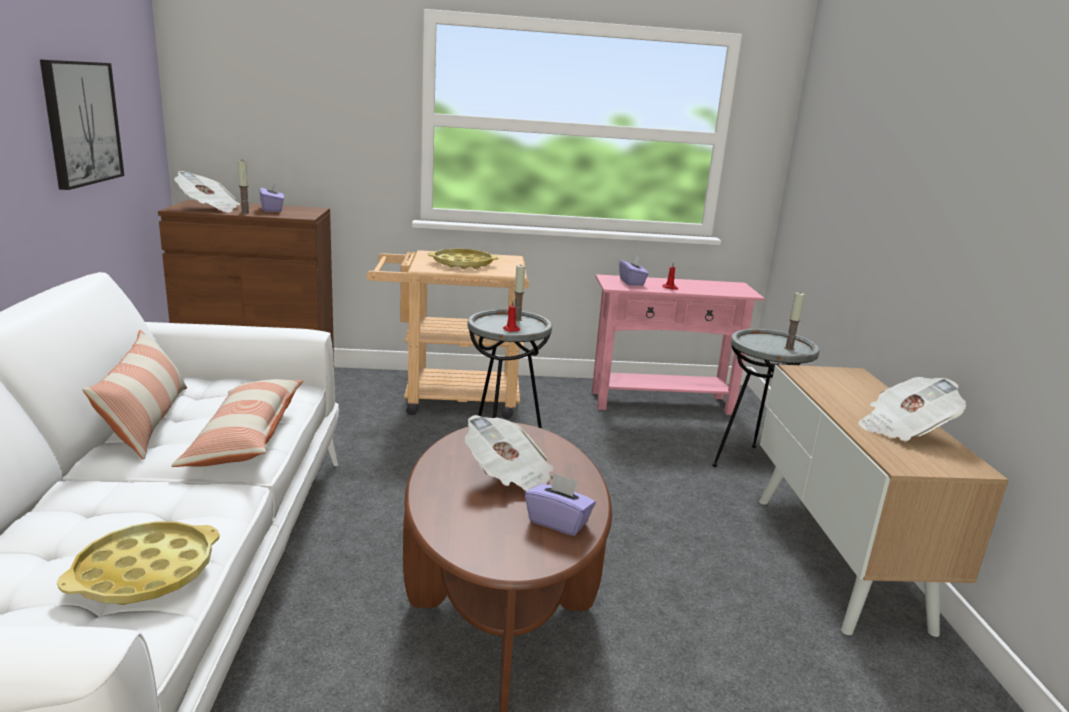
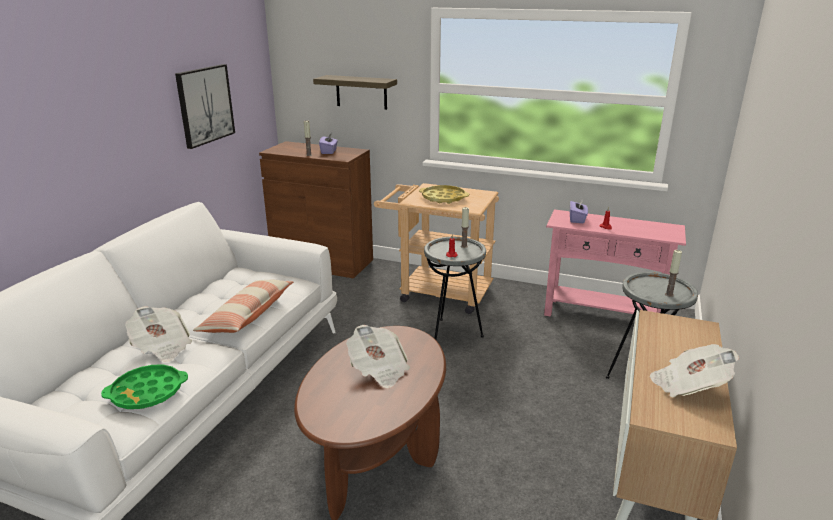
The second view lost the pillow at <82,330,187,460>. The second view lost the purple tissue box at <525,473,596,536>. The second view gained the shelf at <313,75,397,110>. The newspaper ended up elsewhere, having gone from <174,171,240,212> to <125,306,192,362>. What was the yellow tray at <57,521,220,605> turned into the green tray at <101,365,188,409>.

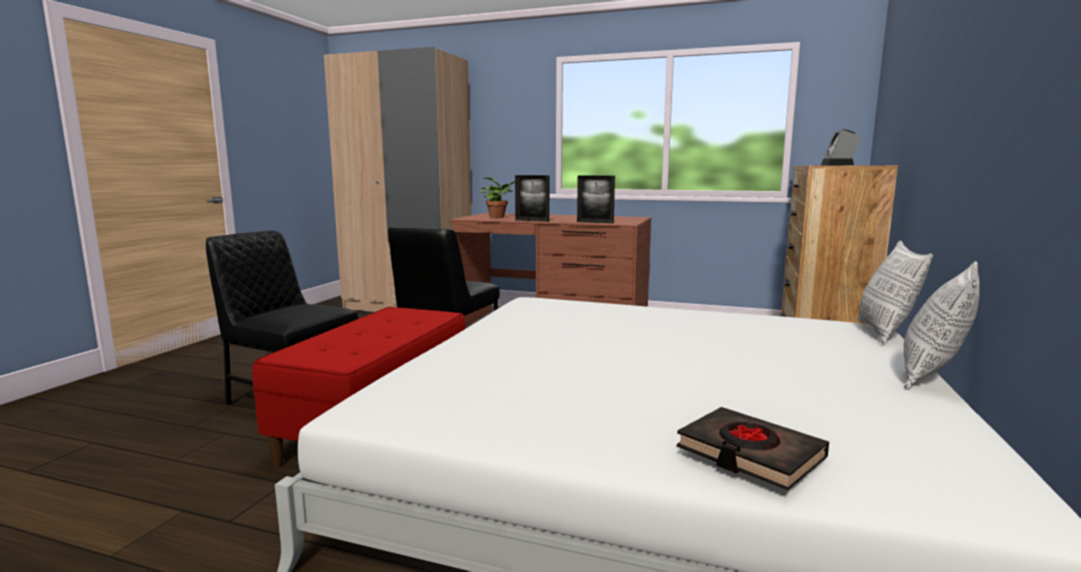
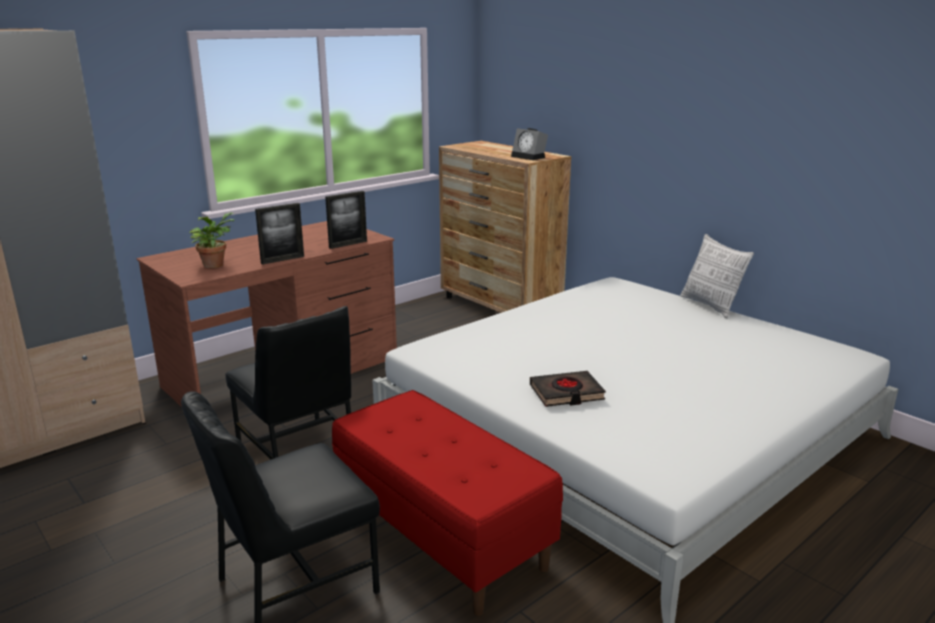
The second view lost the pillow at <857,240,933,344>. The black book ended up elsewhere, having gone from <677,407,829,490> to <530,371,606,407>.

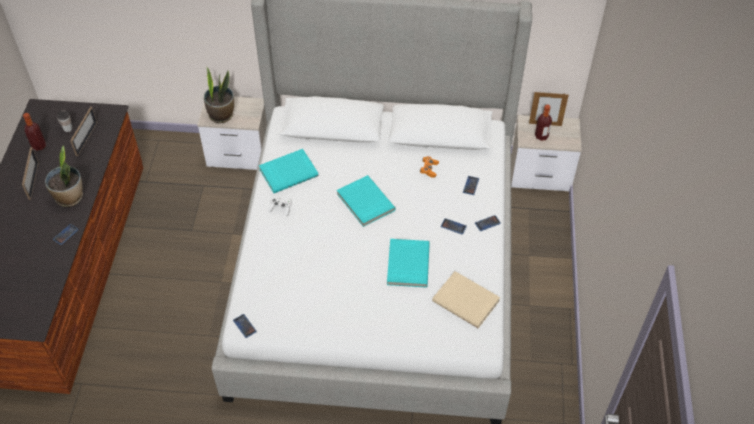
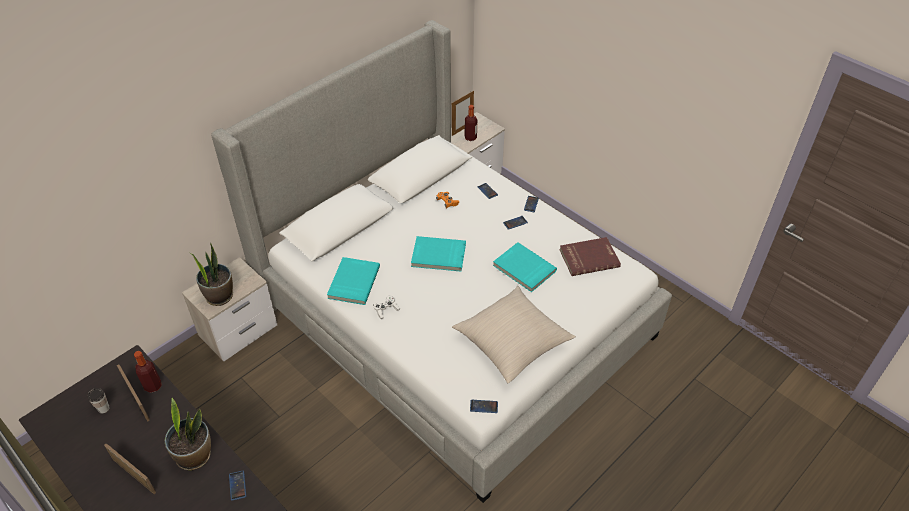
The second view gained the beige pillow at <452,286,576,383>. The bottle ended up elsewhere, having gone from <23,113,46,151> to <134,351,162,393>. What was the beige book at <432,271,500,328> turned into the red book at <559,237,621,276>.

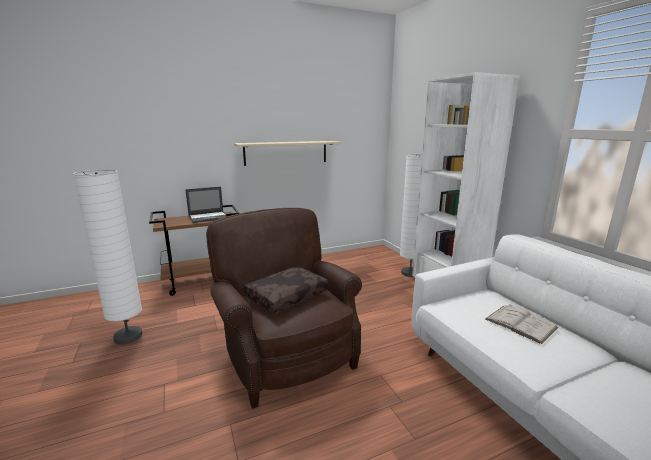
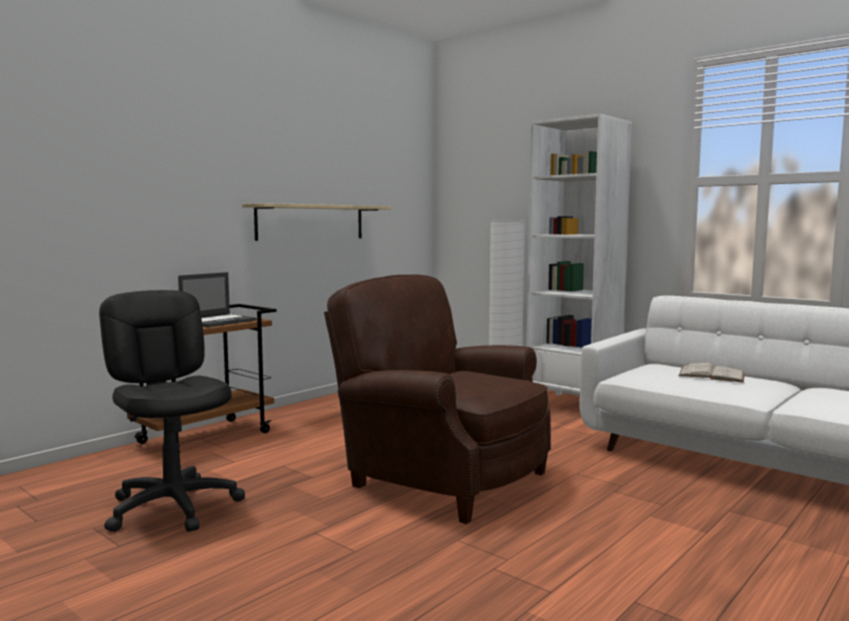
The second view lost the brown pillow at <244,266,328,314>. Where the white floor lamp stood at <73,169,142,345>, the black office chair came to stand at <99,290,245,532>.

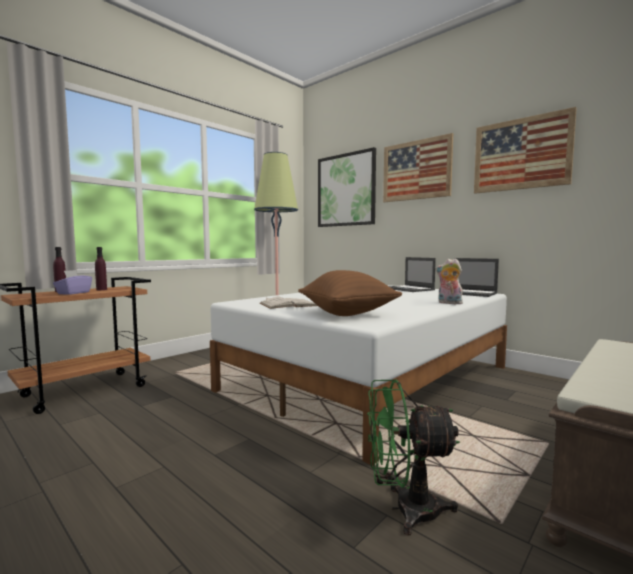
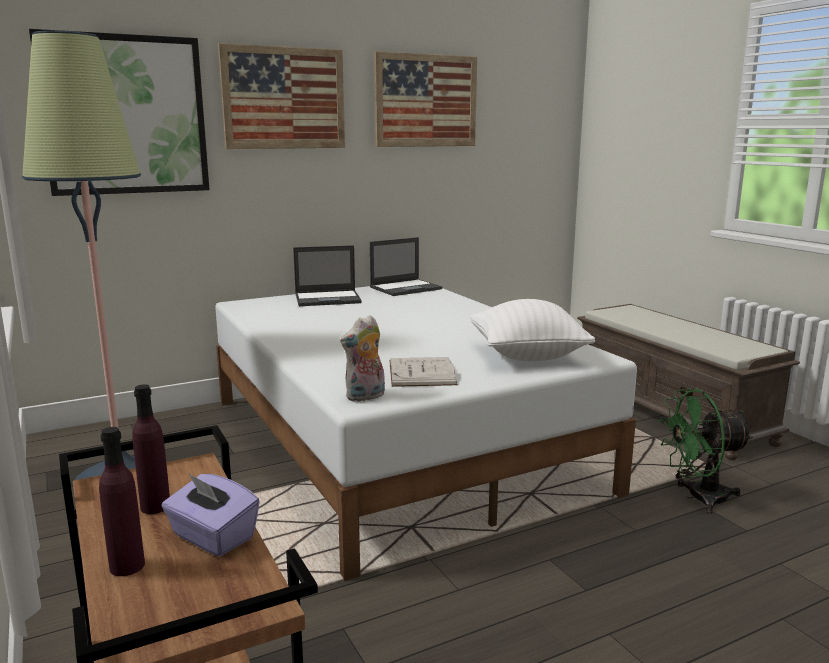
The plush toy ended up elsewhere, having gone from <435,258,463,304> to <340,315,385,402>. What was the brown pillow at <298,270,402,316> turned into the white pillow at <470,299,595,361>. The green fan at <367,379,460,536> ended up facing another way, 60 degrees clockwise from before.

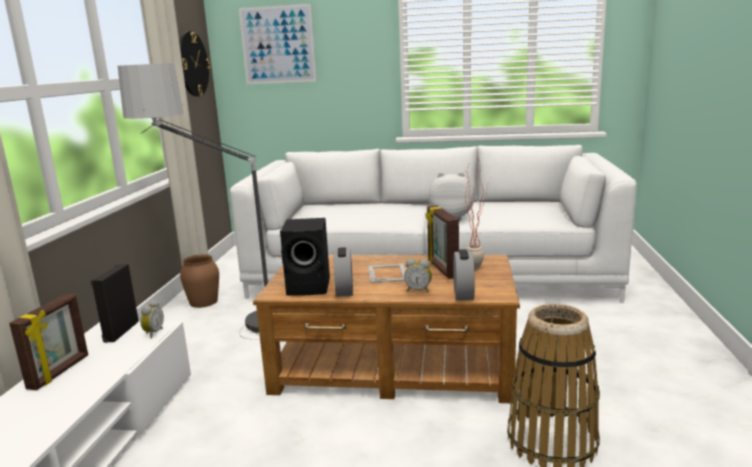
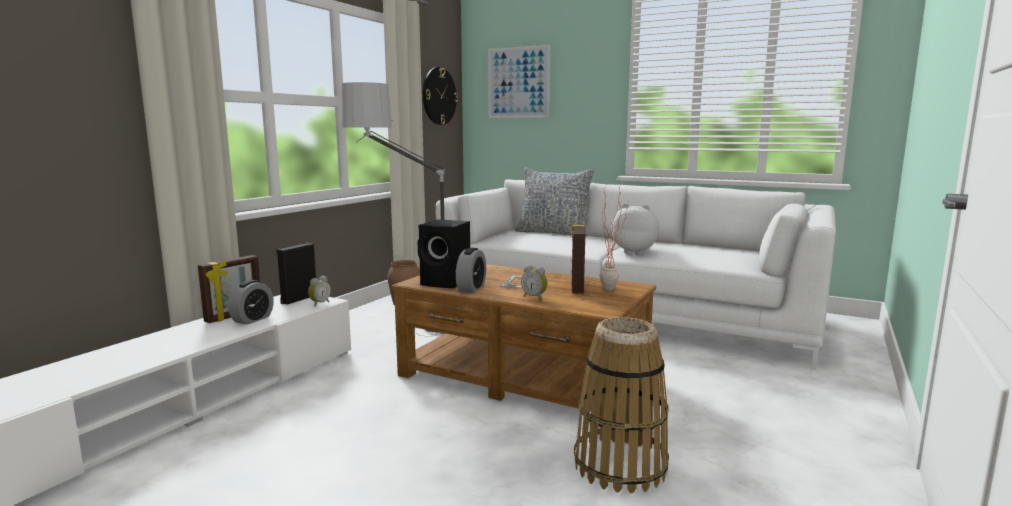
The second view gained the pillow at <515,167,595,236>. The alarm clock ended up elsewhere, having gone from <453,249,475,301> to <228,280,274,325>.

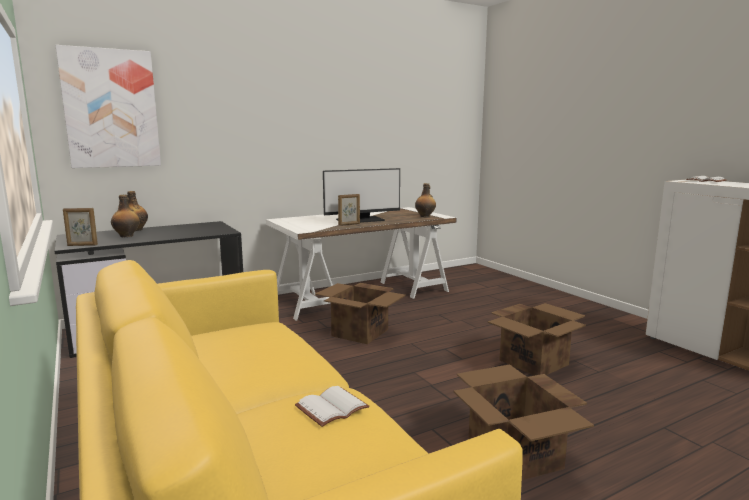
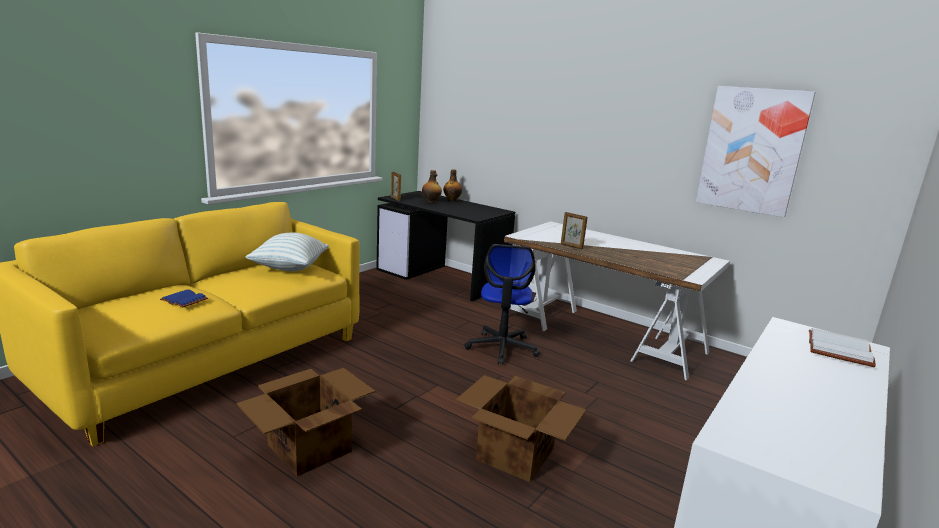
The second view lost the monitor at <323,168,400,223>. The second view lost the bottle at <415,183,436,217>. The second view gained the pillow at <245,233,329,271>. The picture ended up elsewhere, having gone from <55,45,161,168> to <696,86,815,217>. Where the cardboard box stood at <315,283,406,344>, the office chair came to stand at <464,244,540,365>. What was the white book at <295,386,370,427> turned into the blue book at <160,289,208,308>.

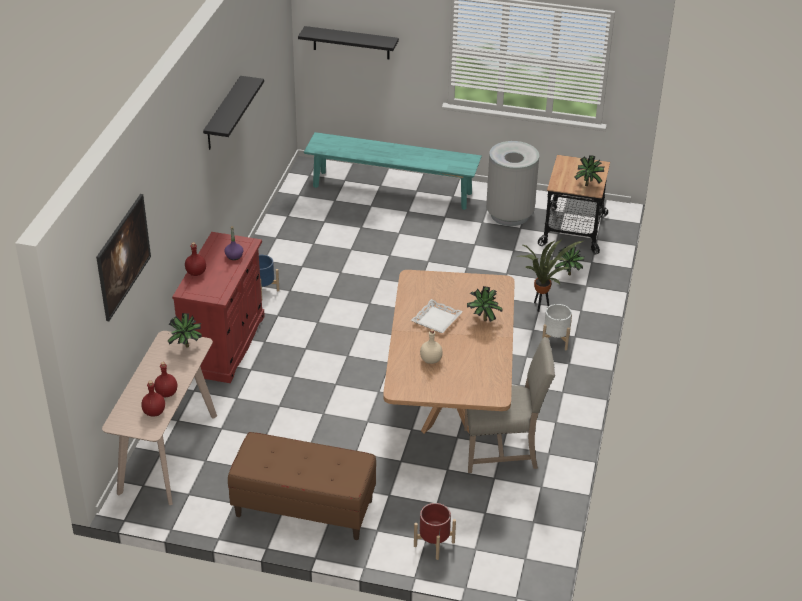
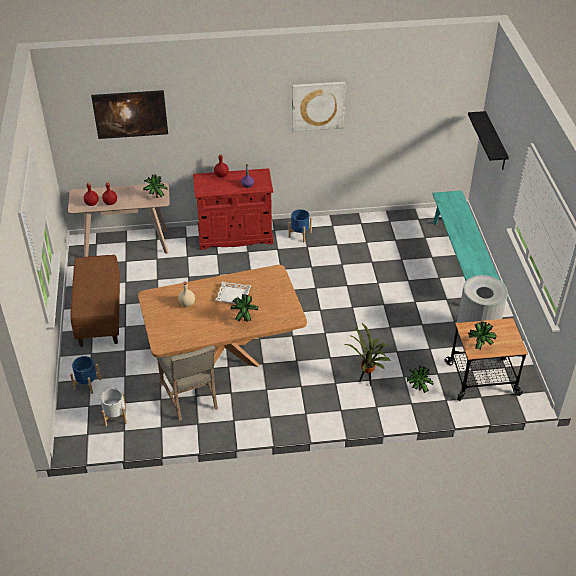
The white planter ended up elsewhere, having gone from <542,304,572,350> to <100,388,127,427>. Where the black shelf hung at <203,76,264,150>, the picture came to hang at <292,82,346,132>. What was the red planter at <414,503,456,560> turned into the blue planter at <70,356,101,394>.

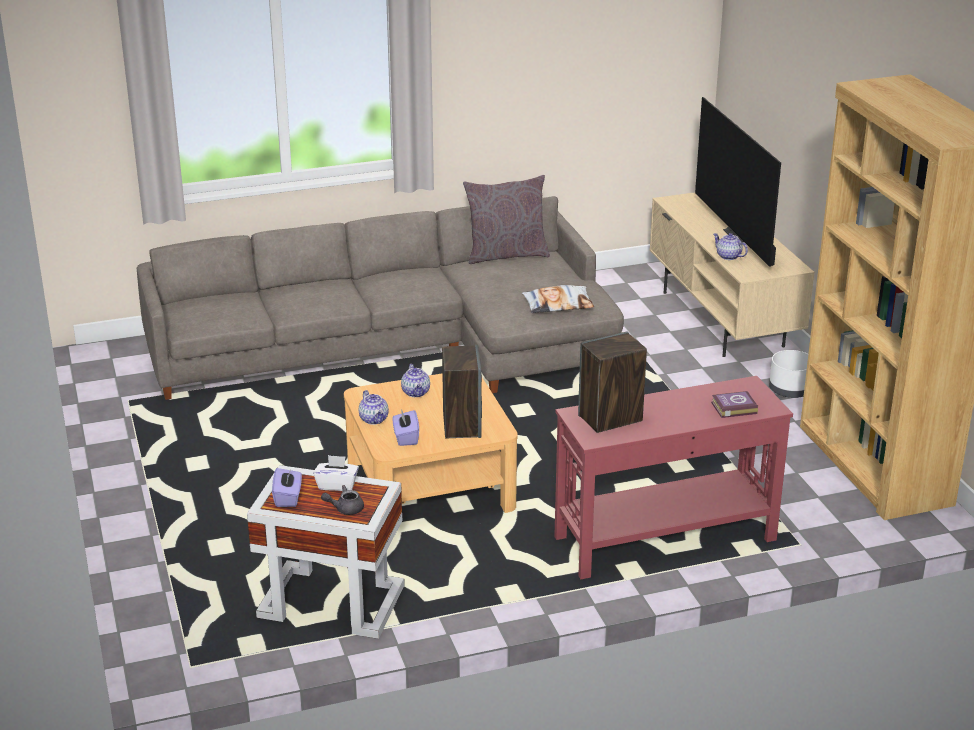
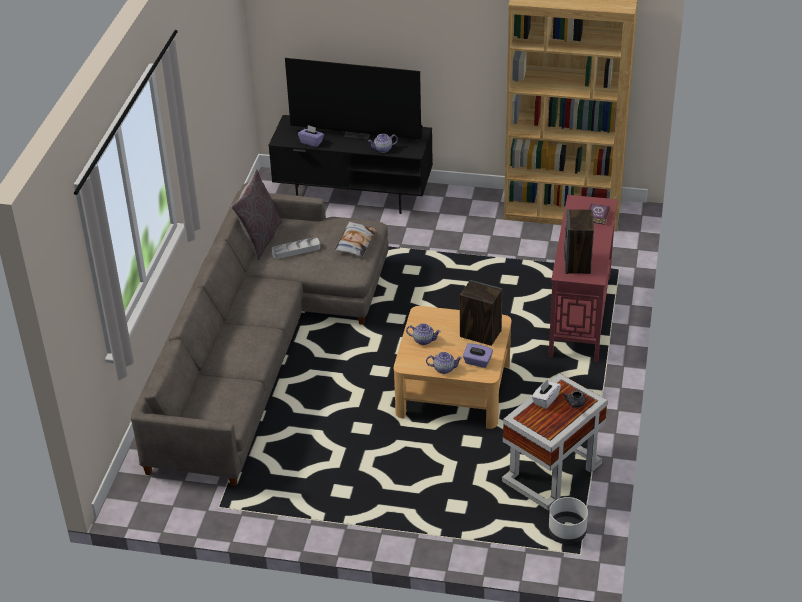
The second view gained the grey tray at <272,237,320,259>. The purple tissue box ended up elsewhere, having gone from <272,468,302,507> to <298,125,324,147>. The white planter ended up elsewhere, having gone from <769,350,808,398> to <549,497,588,544>. What was the beige tv stand at <650,192,815,357> turned into the black tv stand at <268,115,433,214>.

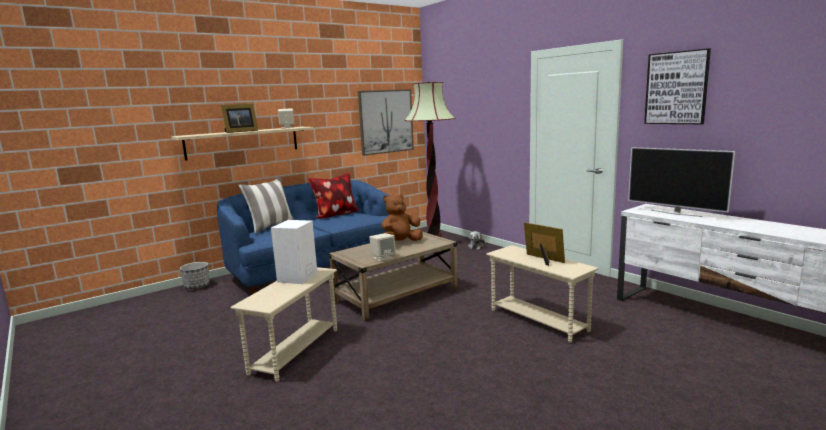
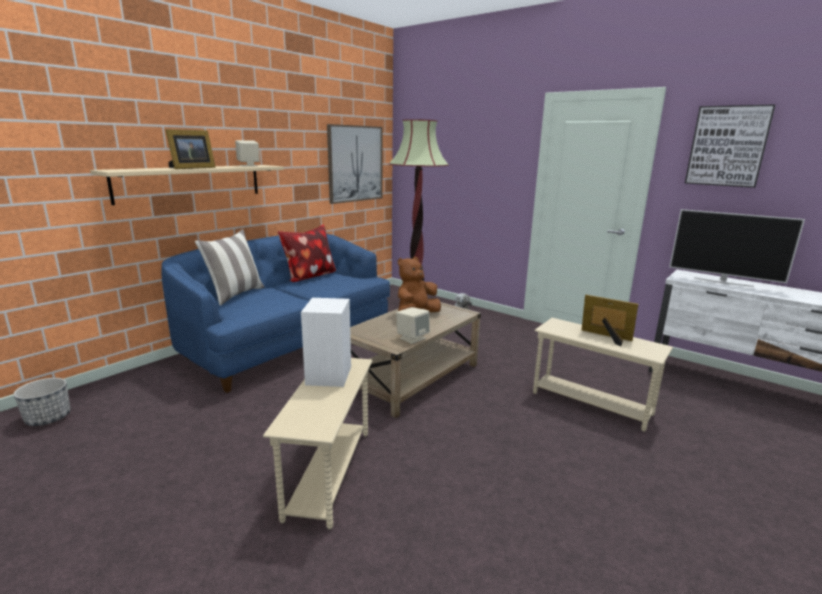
The planter ended up elsewhere, having gone from <180,262,210,290> to <13,378,70,426>.

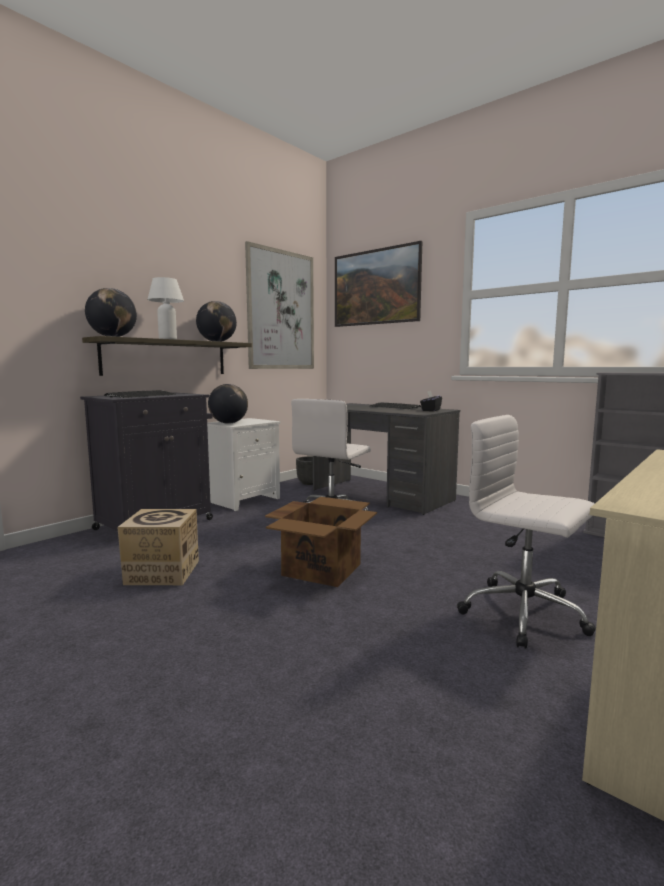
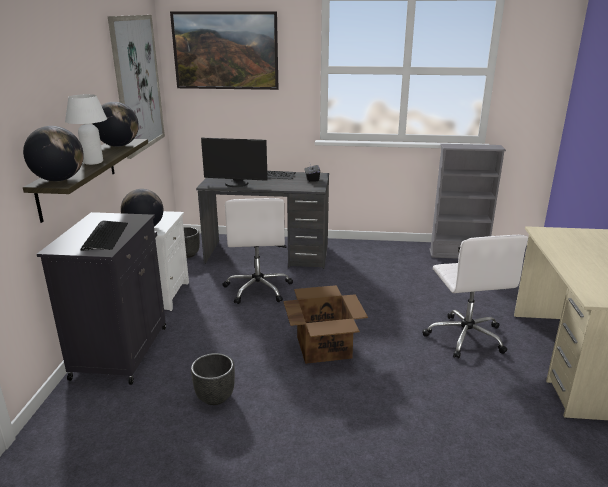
The second view gained the monitor at <201,138,268,187>. Where the cardboard box stood at <117,509,199,585>, the black planter came to stand at <191,353,235,405>. The white office chair at <457,415,596,649> ended up facing another way, 105 degrees counterclockwise from before.

